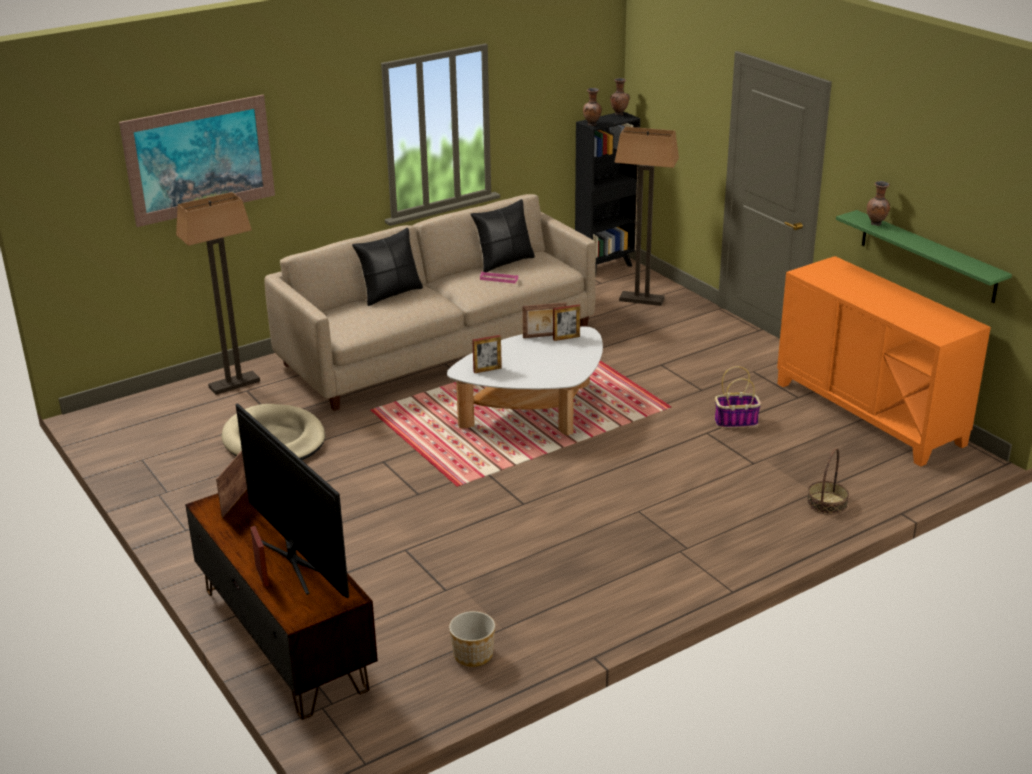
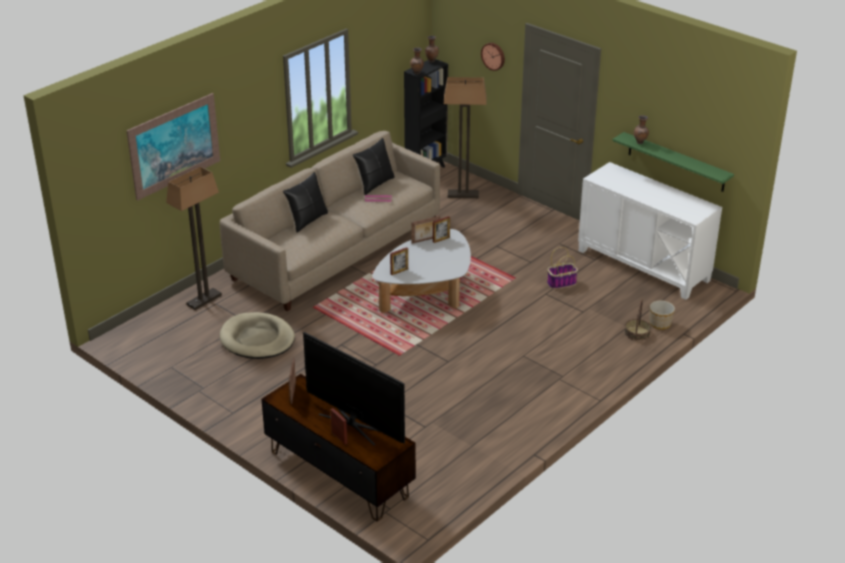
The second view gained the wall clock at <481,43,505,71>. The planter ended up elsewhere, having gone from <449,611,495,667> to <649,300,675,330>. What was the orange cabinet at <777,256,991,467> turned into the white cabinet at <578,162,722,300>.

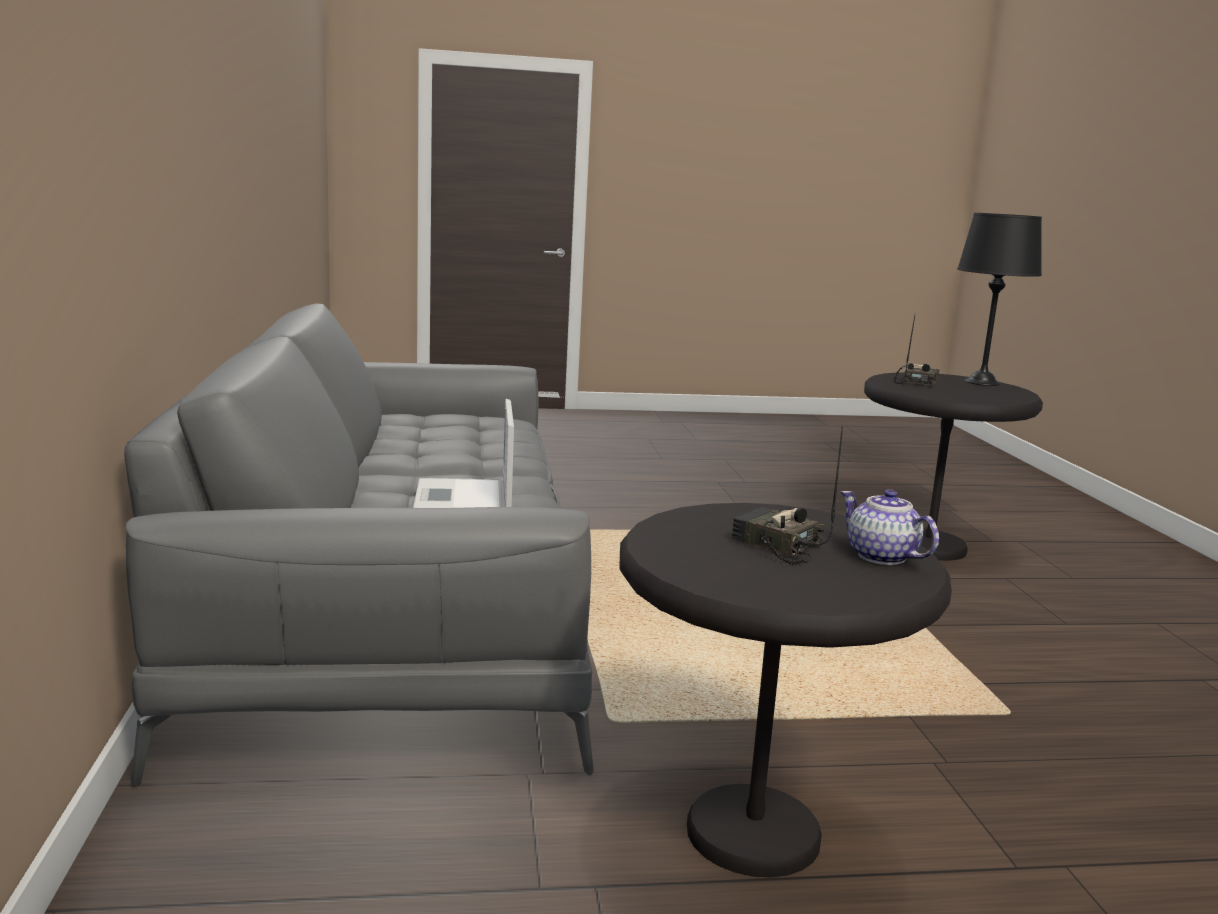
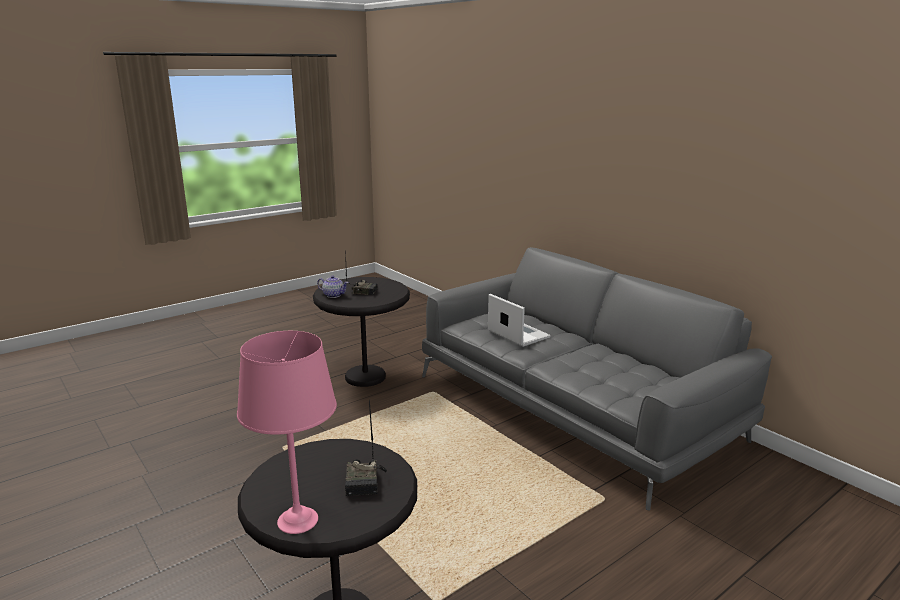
What was the black table lamp at <957,213,1042,386> turned into the pink table lamp at <237,331,337,534>.

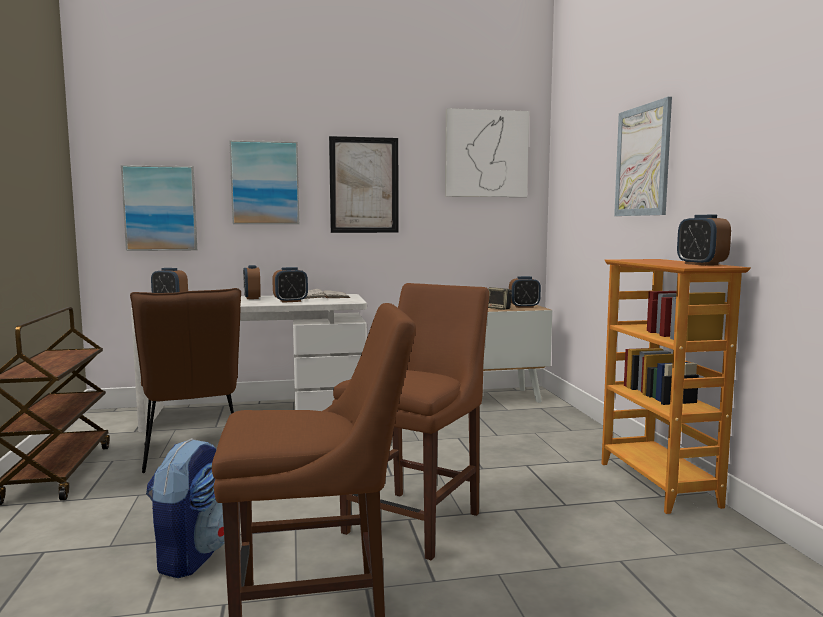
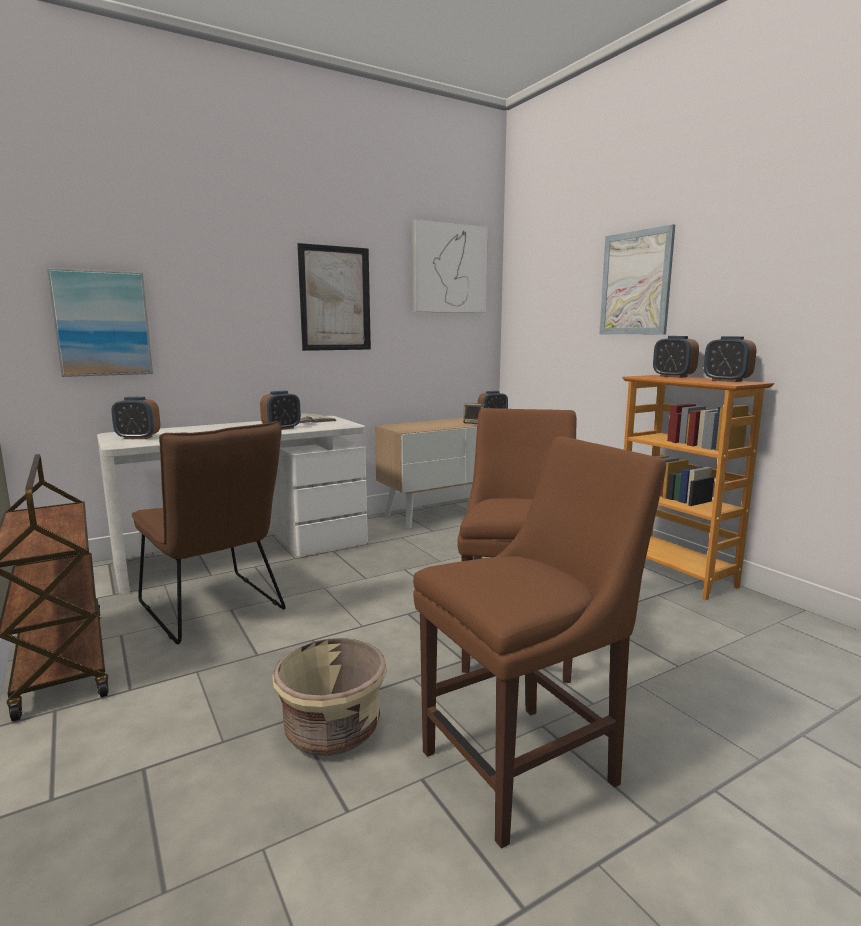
The second view lost the picture at <229,140,299,224>. The alarm clock ended up elsewhere, having gone from <243,265,261,299> to <653,336,699,378>. Where the backpack stood at <146,438,224,578>, the beige planter came to stand at <272,638,387,756>.

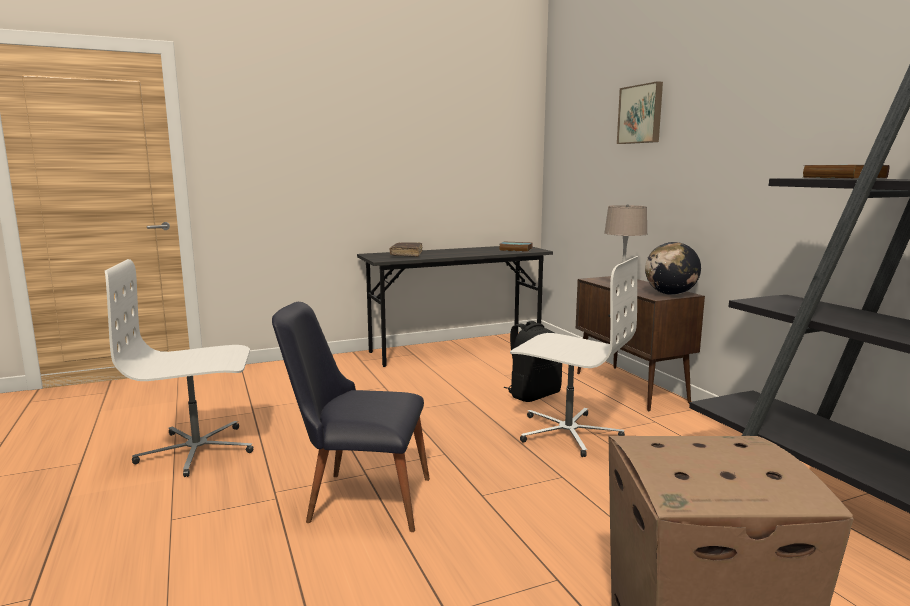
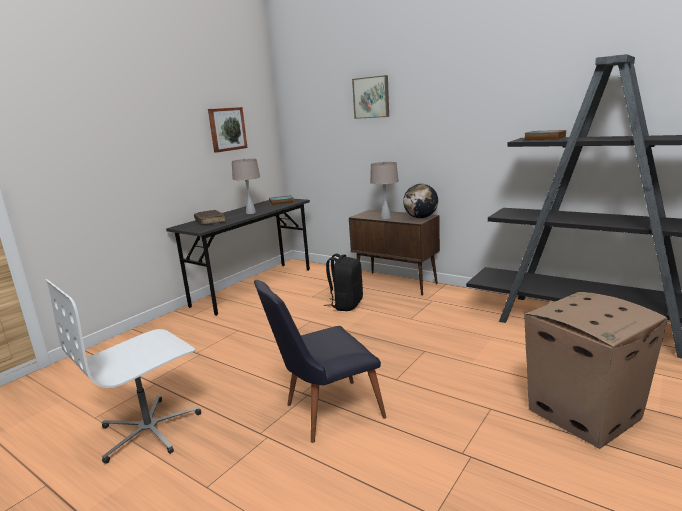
The second view lost the white office chair at <510,256,638,457>. The second view gained the picture at <208,107,248,153>. The second view gained the beige table lamp at <232,159,260,214>.

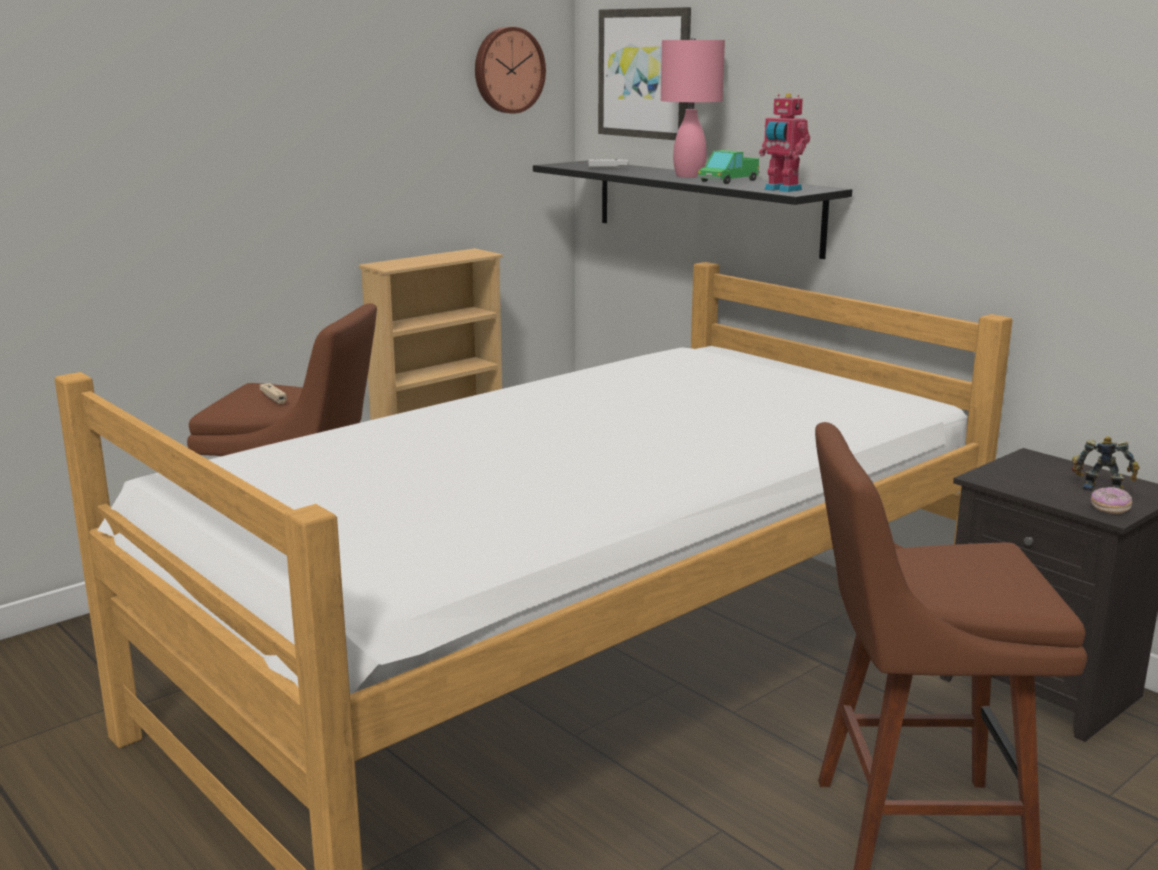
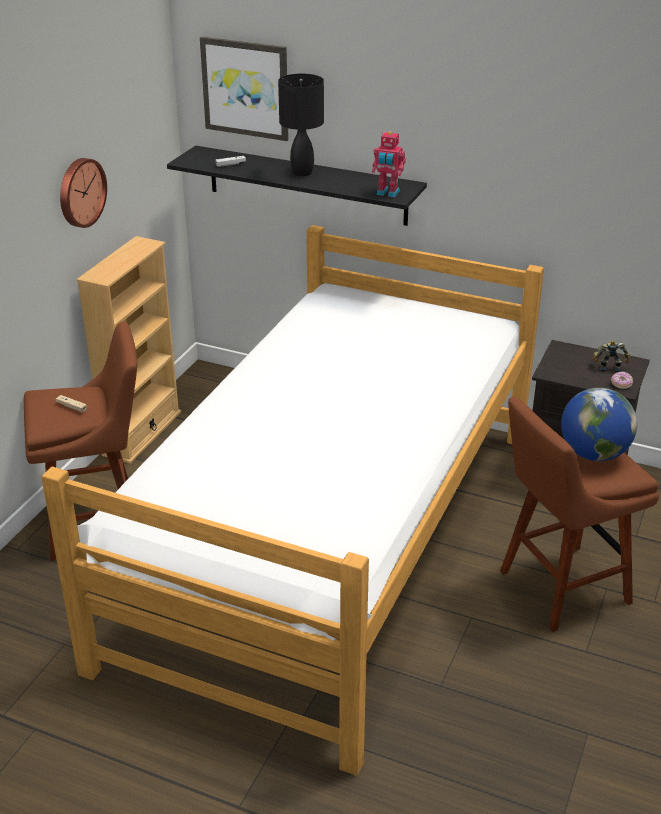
The second view lost the toy truck at <697,150,760,184>. The second view gained the globe at <561,387,637,461>. The wall clock ended up elsewhere, having gone from <475,27,546,114> to <60,158,107,228>. What was the pink table lamp at <661,37,725,177> turned into the black table lamp at <278,74,324,176>.

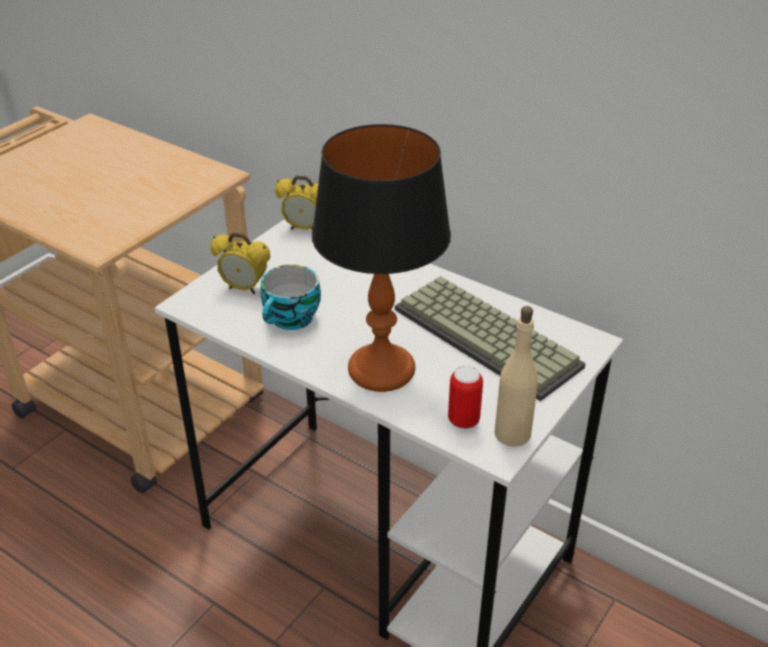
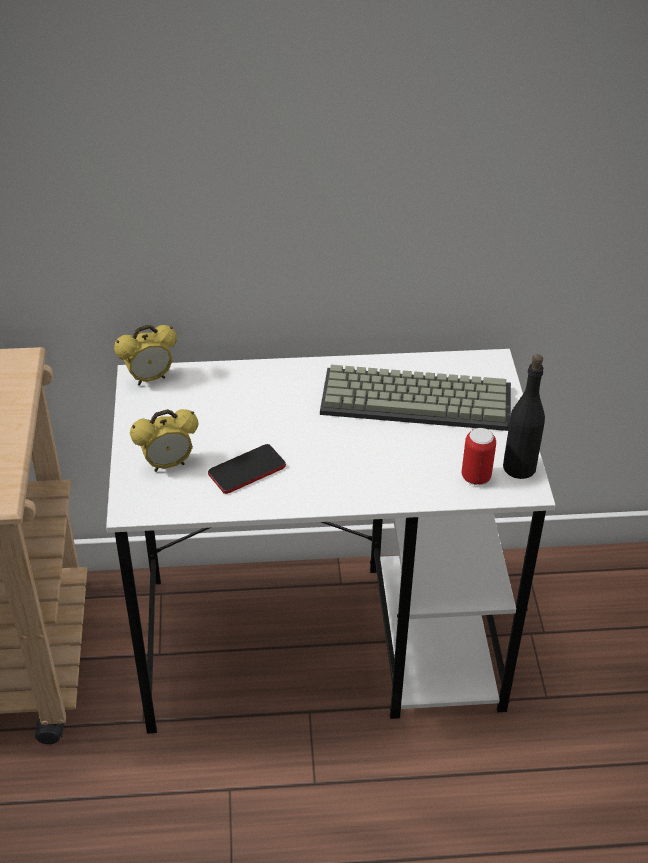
The second view lost the table lamp at <312,124,451,392>. Where the cup stood at <261,265,321,330>, the phone came to stand at <208,444,286,494>. What was the beige bottle at <495,306,538,447> turned into the black bottle at <503,354,545,479>.

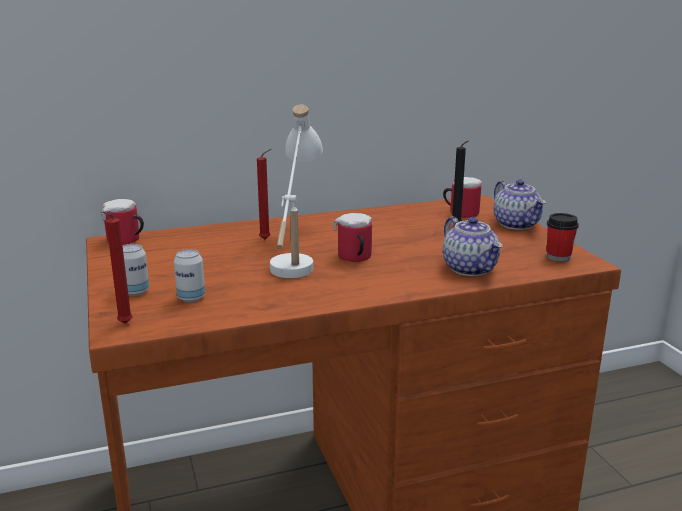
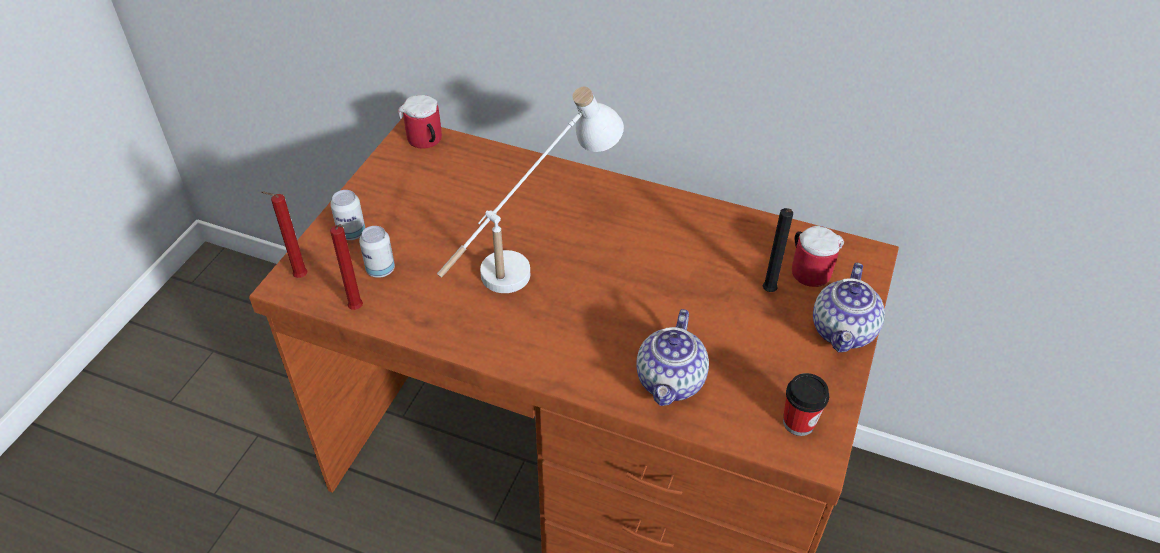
The second view lost the mug at <334,213,372,262>. The red candle ended up elsewhere, having gone from <257,149,271,239> to <330,224,363,310>.

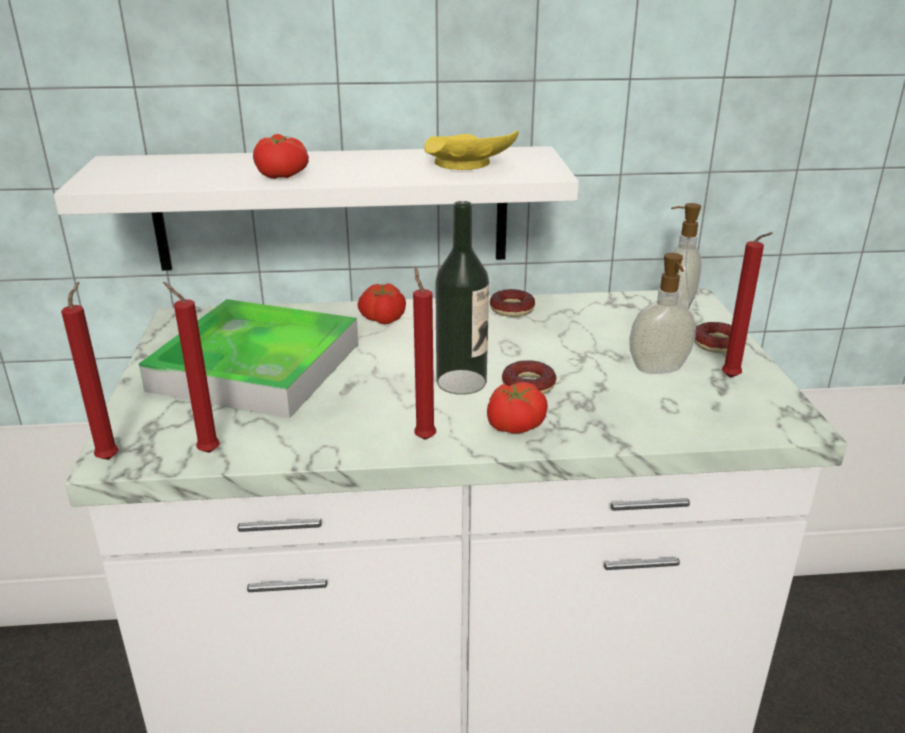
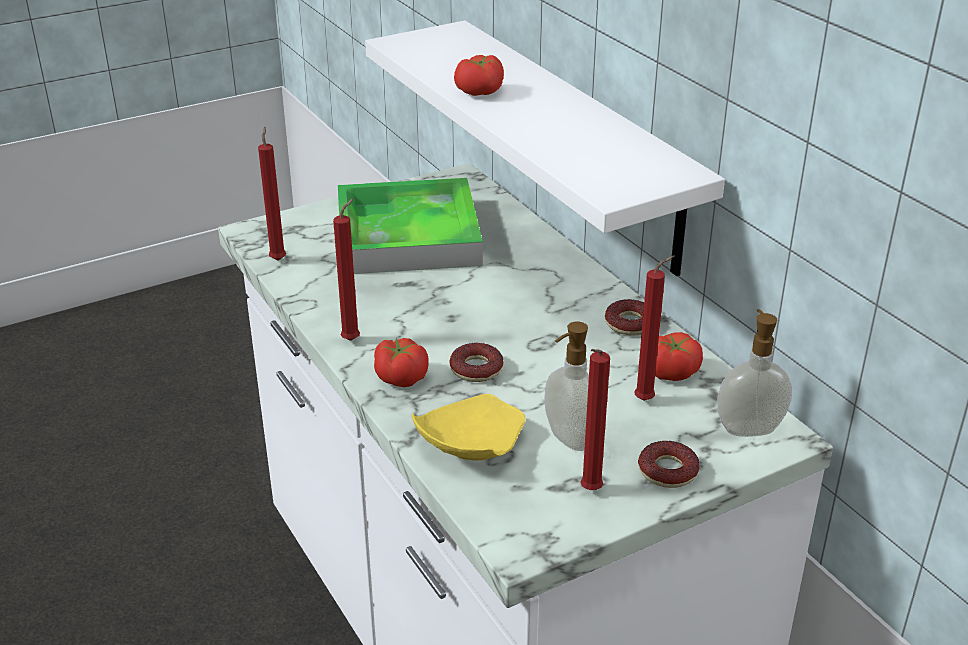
The second view lost the bottle at <435,201,489,395>. The red candle ended up elsewhere, having gone from <61,282,119,460> to <634,255,675,401>. The tomato ended up elsewhere, having gone from <357,283,406,324> to <655,332,703,381>. The yellow plate ended up elsewhere, having gone from <424,130,519,170> to <412,394,525,461>.

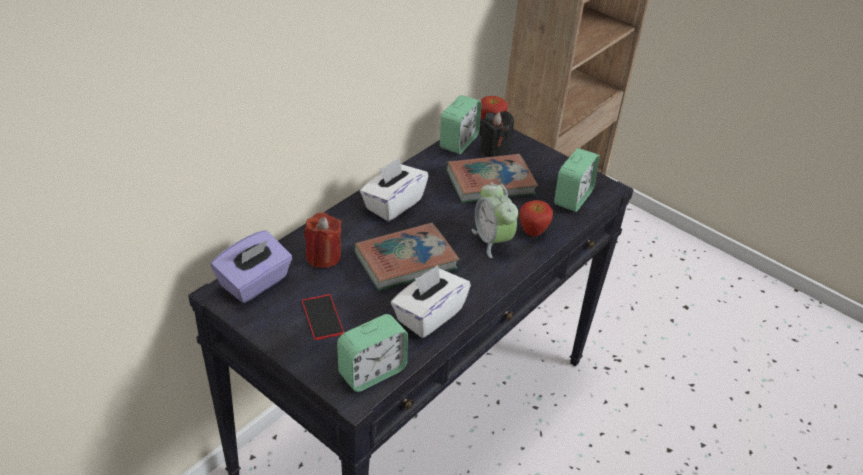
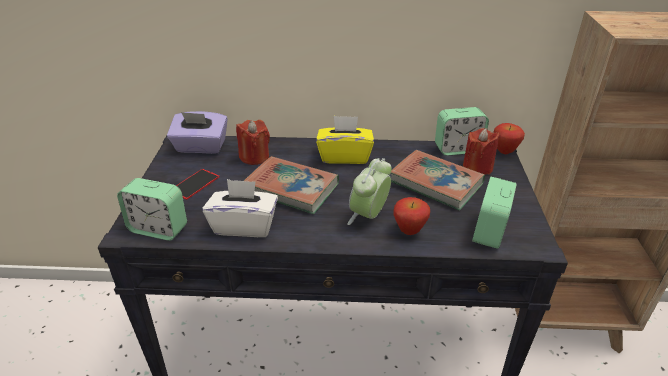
What was the white tissue box at <360,157,429,221> turned into the yellow tissue box at <316,116,374,164>. What was the black candle at <480,111,514,157> turned into the red candle at <463,128,500,174>. The alarm clock at <554,148,600,212> ended up facing another way, 120 degrees clockwise from before.

